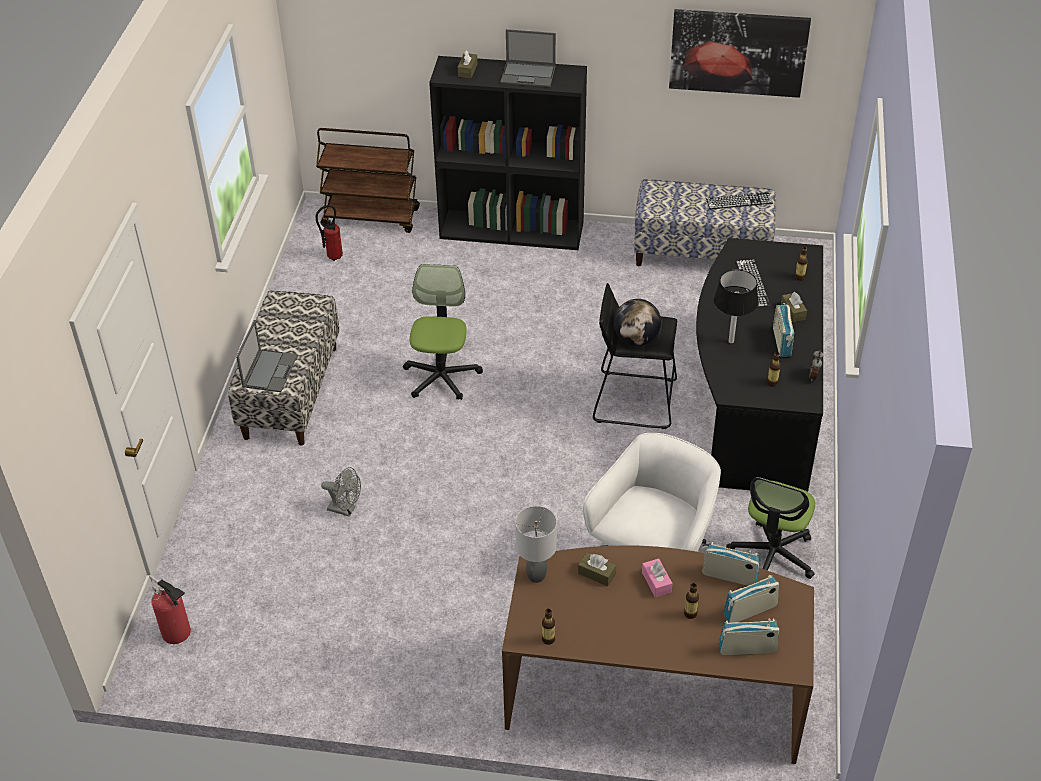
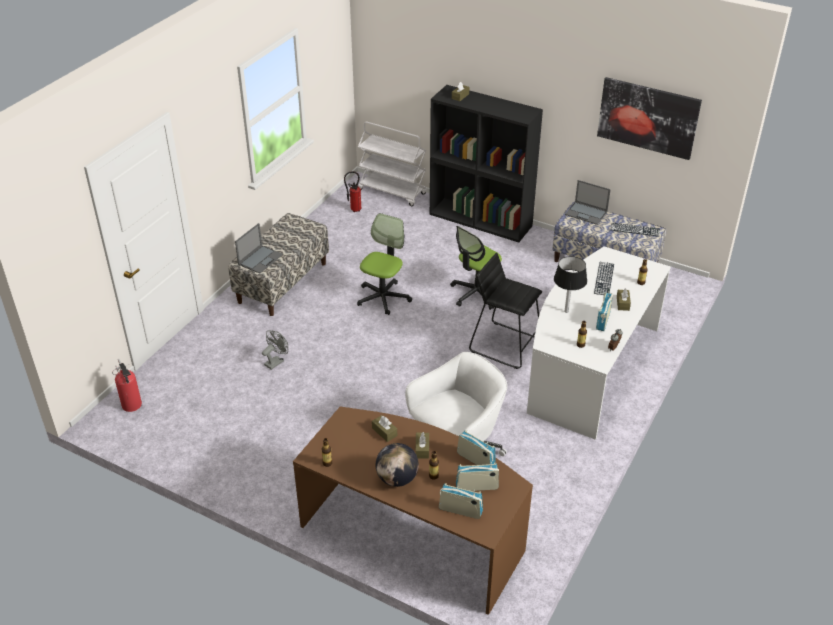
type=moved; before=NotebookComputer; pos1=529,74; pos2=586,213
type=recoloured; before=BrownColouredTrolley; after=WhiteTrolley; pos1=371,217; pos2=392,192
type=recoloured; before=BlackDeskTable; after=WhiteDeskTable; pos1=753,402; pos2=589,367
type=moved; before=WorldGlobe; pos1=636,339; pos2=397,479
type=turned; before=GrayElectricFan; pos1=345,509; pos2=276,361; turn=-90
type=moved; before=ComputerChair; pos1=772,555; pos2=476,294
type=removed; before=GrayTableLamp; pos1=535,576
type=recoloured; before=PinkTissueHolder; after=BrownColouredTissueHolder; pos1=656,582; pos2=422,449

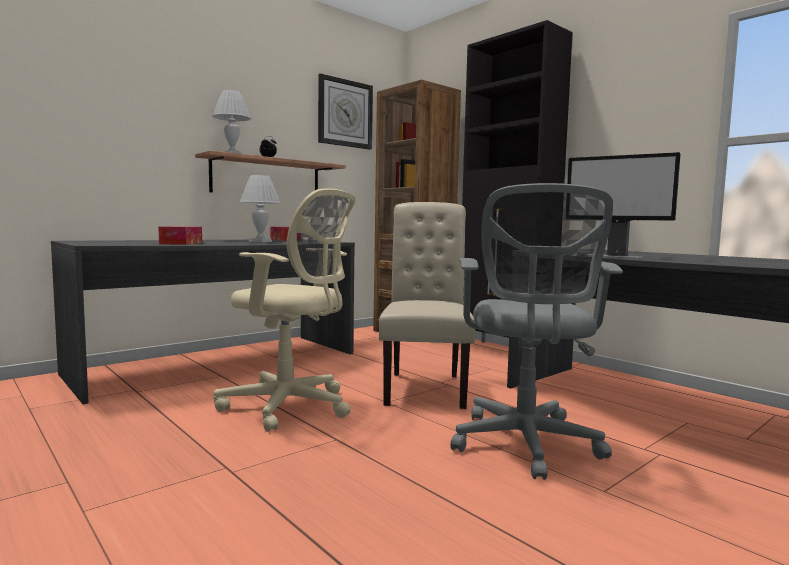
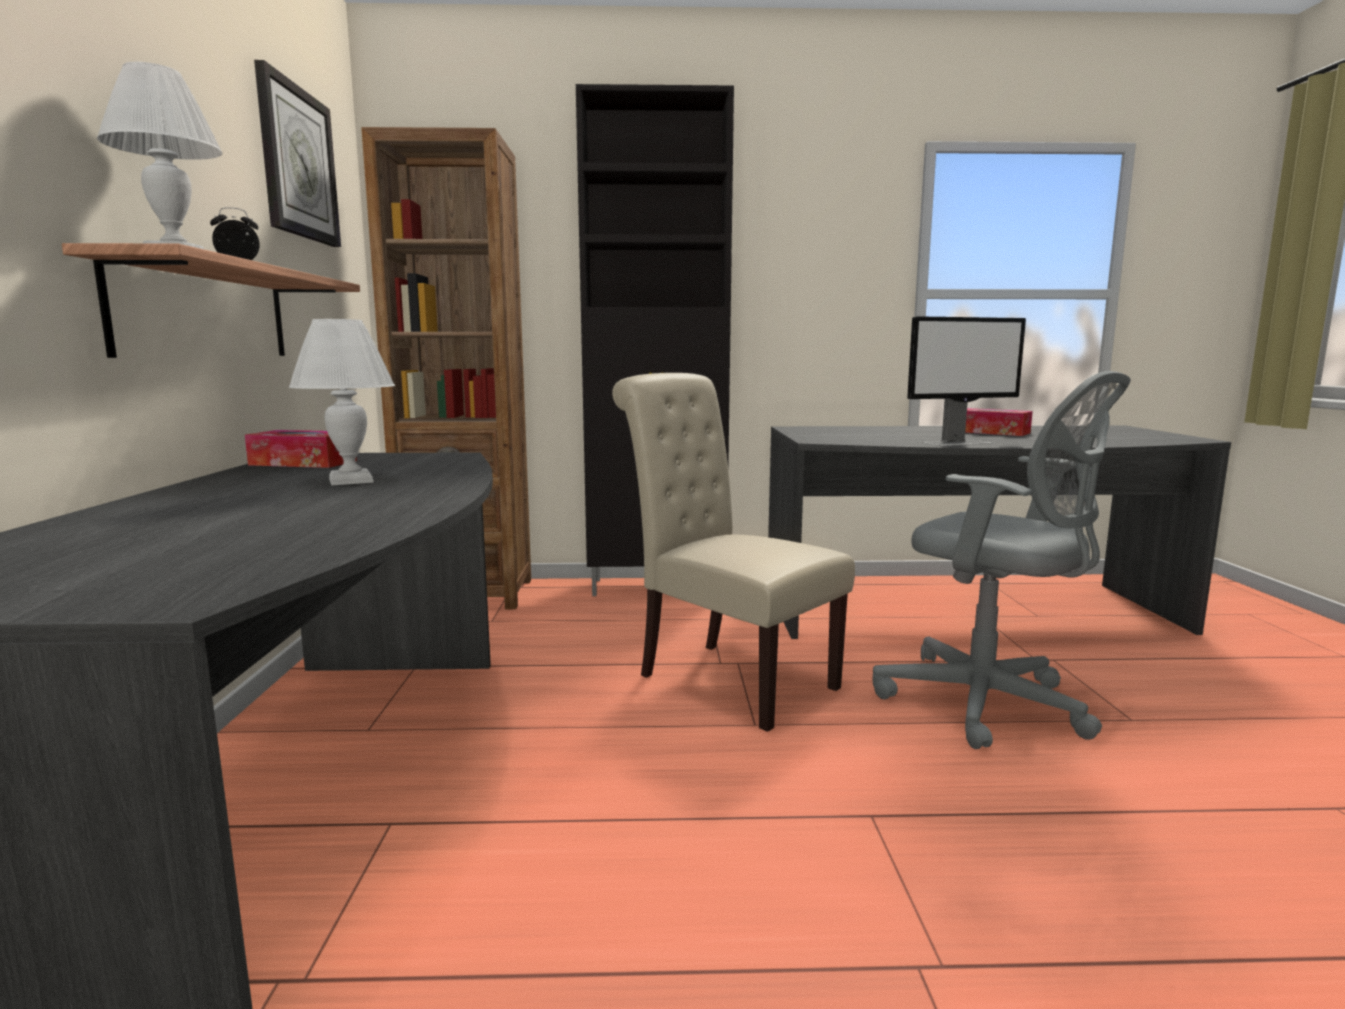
type=removed; before=BeigeComputerChair; pos1=291,407
type=moved; before=TissueHolder; pos1=181,243; pos2=992,432

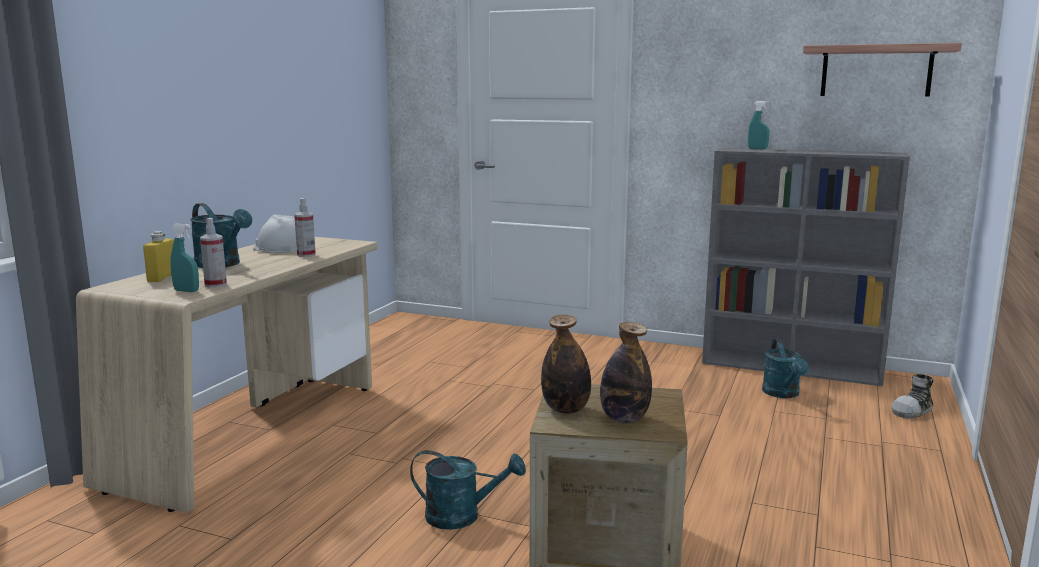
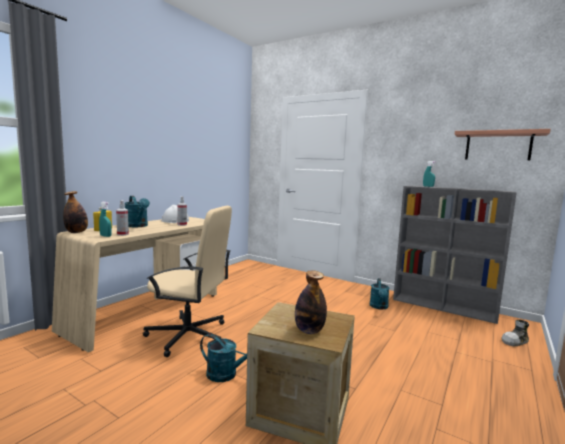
type=moved; before=DrinkBottle; pos1=566,409; pos2=76,232
type=moved; before=BlueGreenWateringPot; pos1=783,394; pos2=379,307
type=added; after=BeigeComputerChair; pos2=189,336

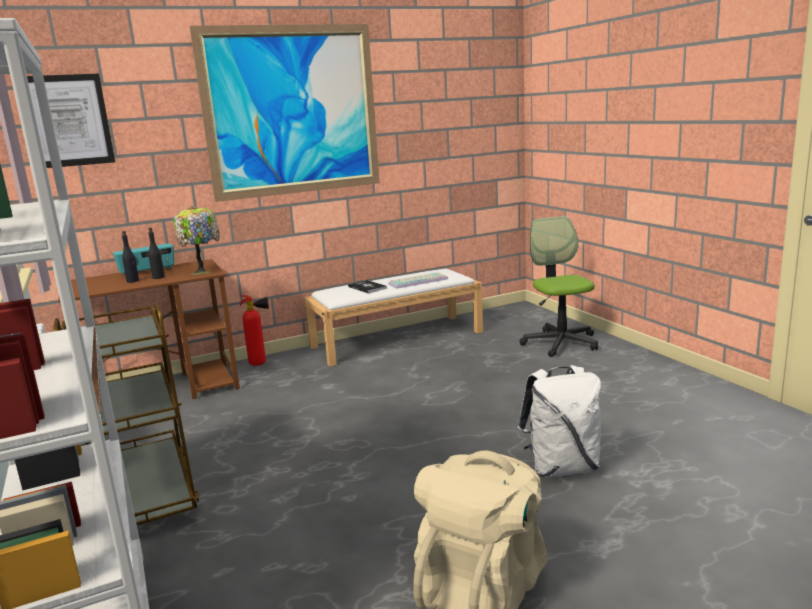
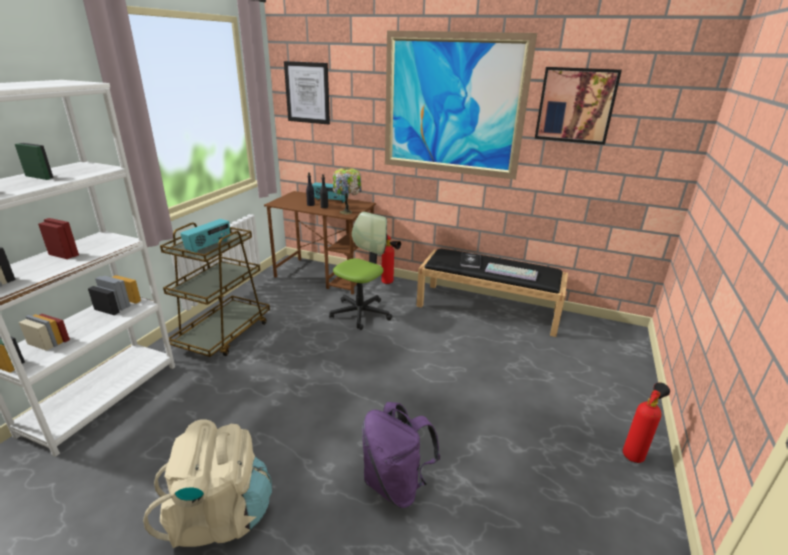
type=moved; before=ComputerChair; pos1=560,343; pos2=360,313
type=recoloured; before=WhiteLongSeat; after=BlackLongSeat; pos1=397,339; pos2=489,308
type=recoloured; before=WhiteRucksack; after=PurplishRucksack; pos1=561,467; pos2=396,485
type=added; after=WallArt; pos2=575,105
type=added; after=RadioSet; pos2=209,246
type=added; after=FireExtinguisher; pos2=634,454

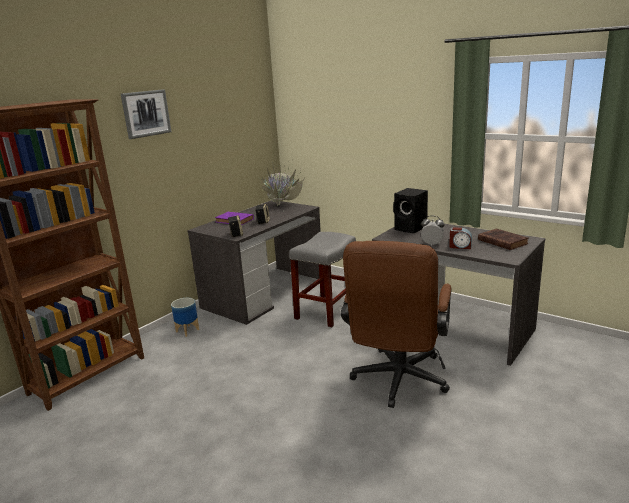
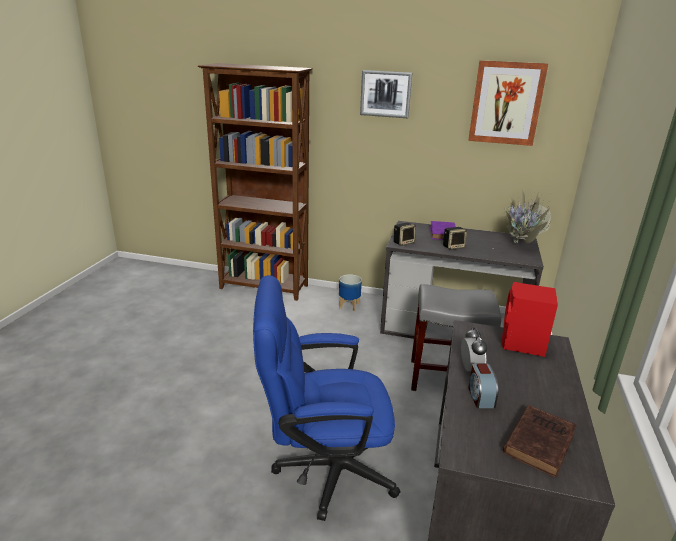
type=recoloured; before=BlackSpeaker; after=RedSpeaker; pos1=411,228; pos2=522,344
type=recoloured; before=BrownColouredComputerChair; after=BlueComputerChair; pos1=398,382; pos2=324,469
type=added; after=WallArt; pos2=506,103

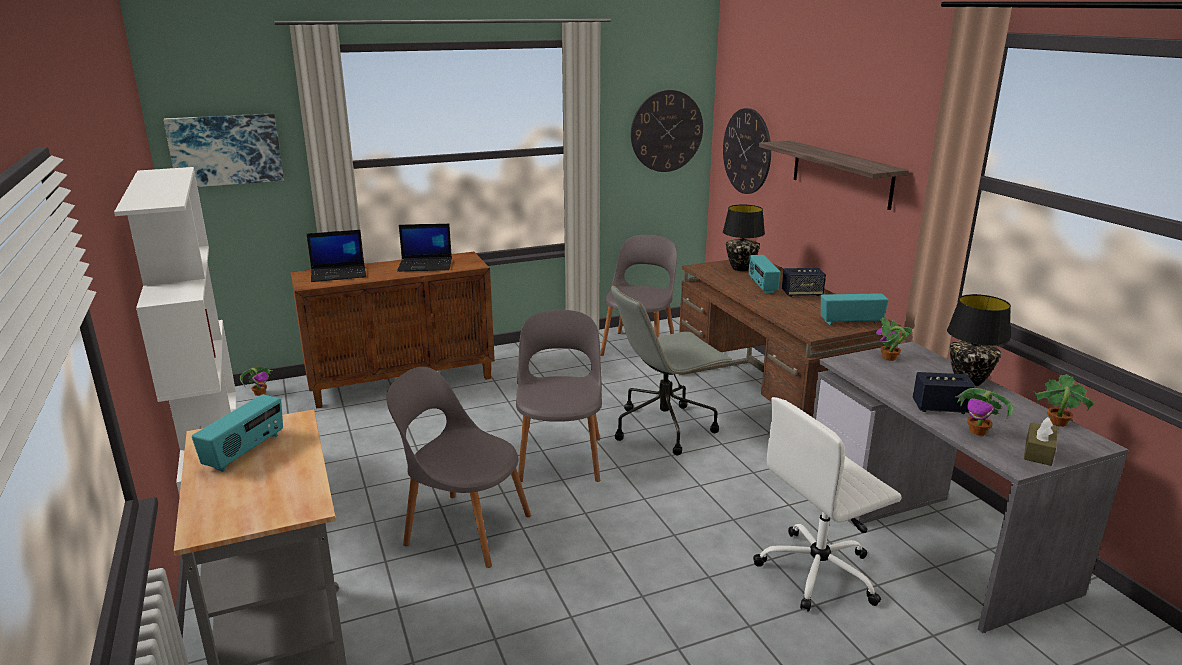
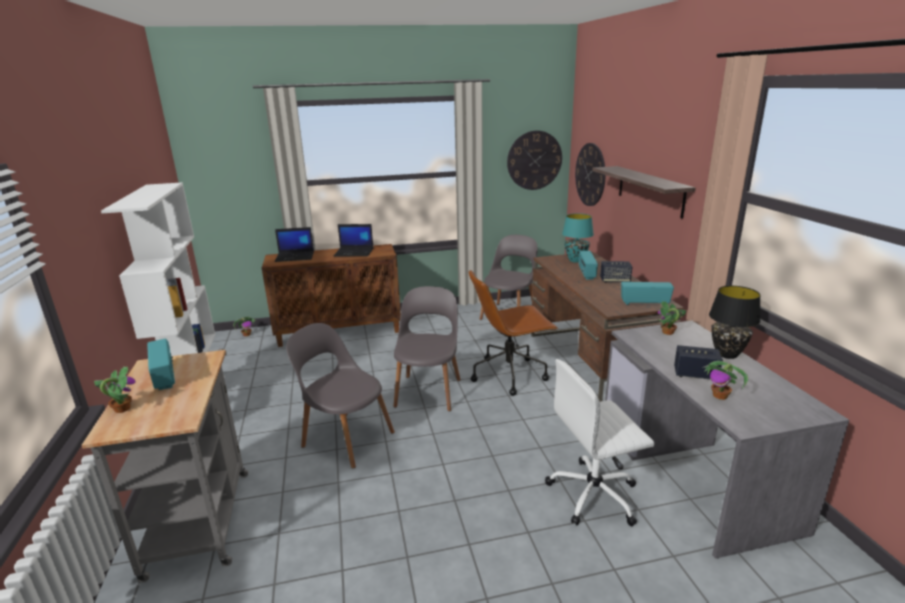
type=removed; before=WallArt; pos1=226,150
type=recoloured; before=BlackTableLamp; after=BlueGreenTableLamp; pos1=740,268; pos2=575,260
type=recoloured; before=GrayComputerChair; after=BrownColouredComputerChair; pos1=665,427; pos2=510,374
type=moved; before=Houseplant; pos1=1056,422; pos2=122,409
type=turned; before=RadioSet; pos1=245,452; pos2=165,377; turn=-60
type=removed; before=BrownColouredTissueHolder; pos1=1038,452

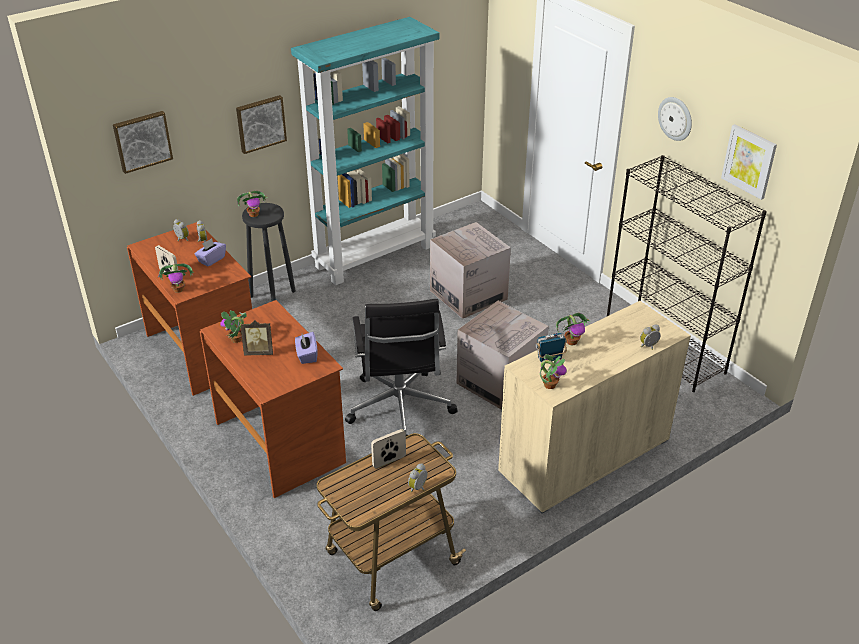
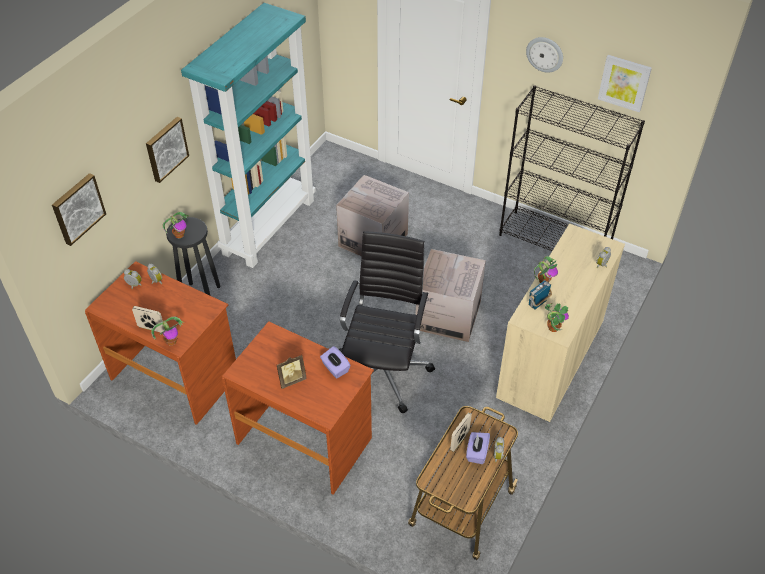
type=moved; before=PurplishTissueHolder; pos1=211,259; pos2=477,453
type=turned; before=BlackComputerChair; pos1=399,409; pos2=384,370; turn=-135
type=removed; before=Houseplant; pos1=236,339

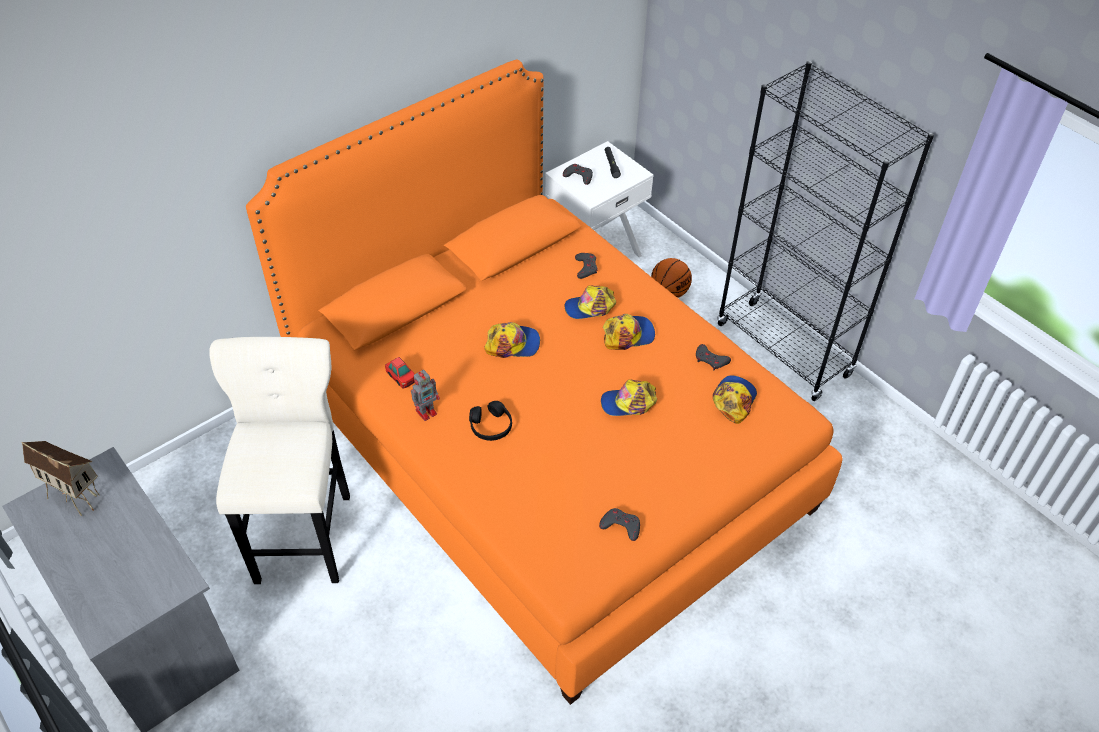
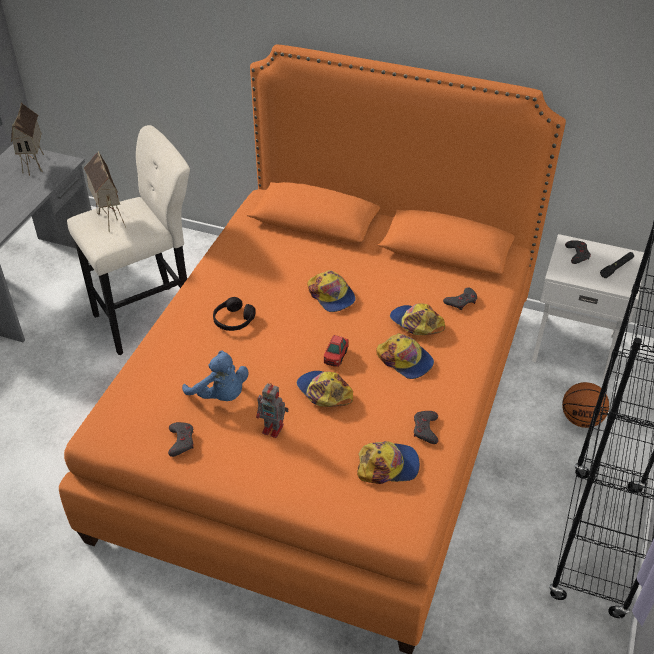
type=moved; before=ModelCar; pos1=401,377; pos2=335,356
type=moved; before=ToyRobot; pos1=427,411; pos2=274,429
type=added; after=ToyHouse; pos2=109,218
type=added; after=BlueSoftToy; pos2=220,395

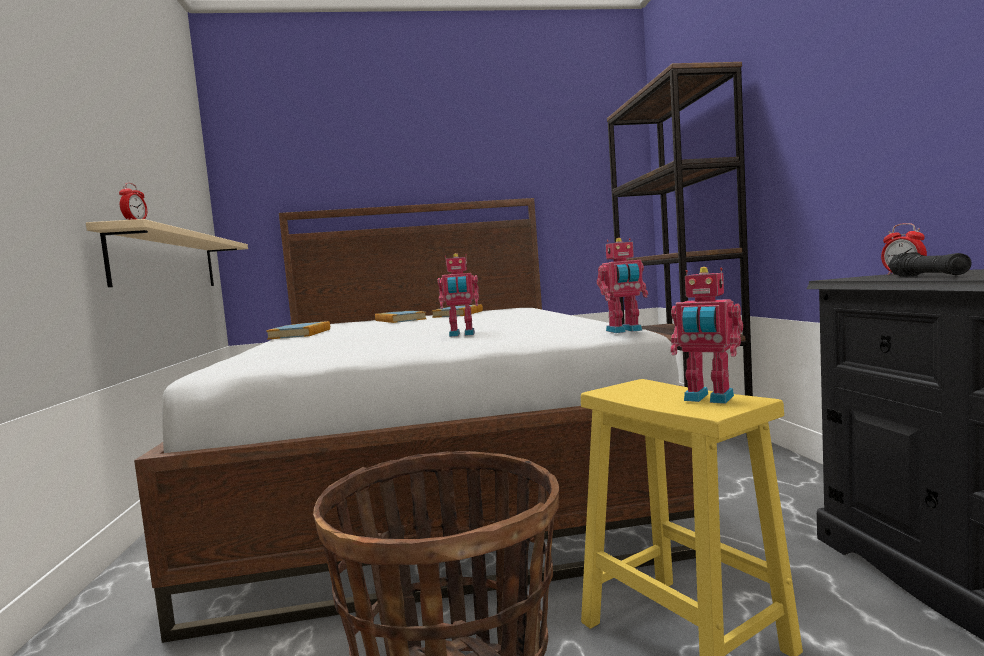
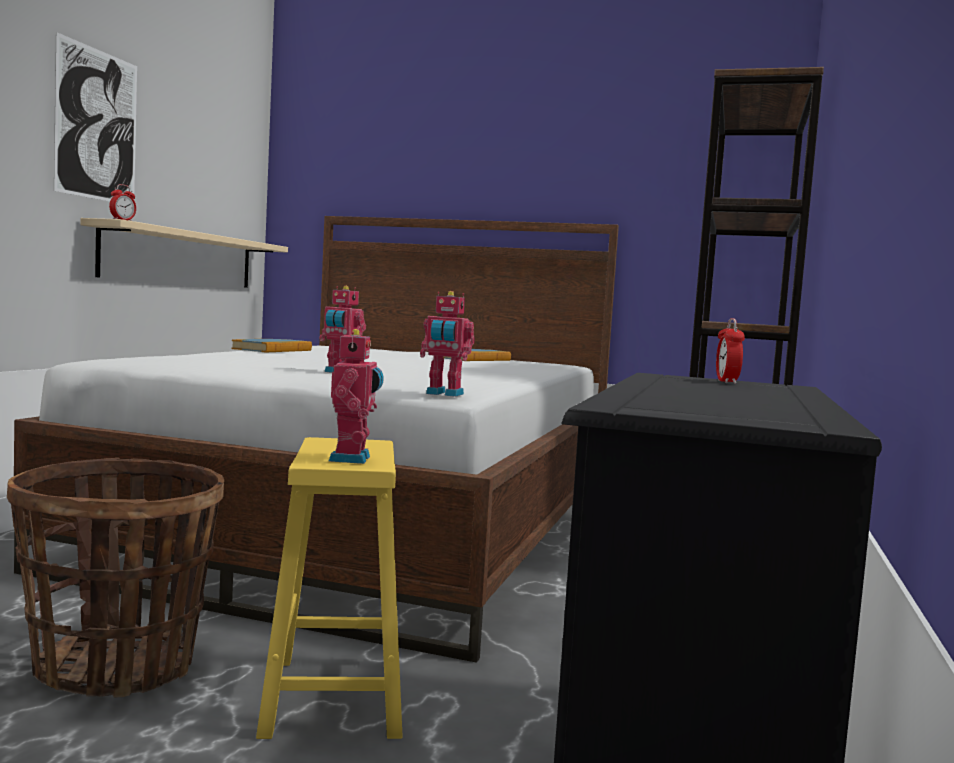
type=removed; before=BlackFlashlight; pos1=927,276
type=turned; before=ToyRobot; pos1=708,399; pos2=353,459; turn=-150
type=removed; before=Volume; pos1=400,320
type=added; after=WallArt; pos2=97,125

